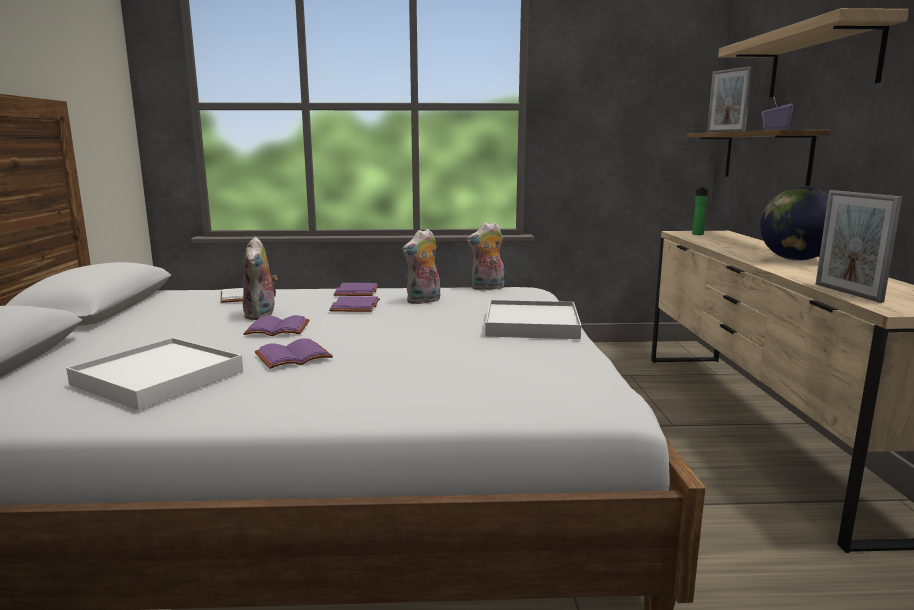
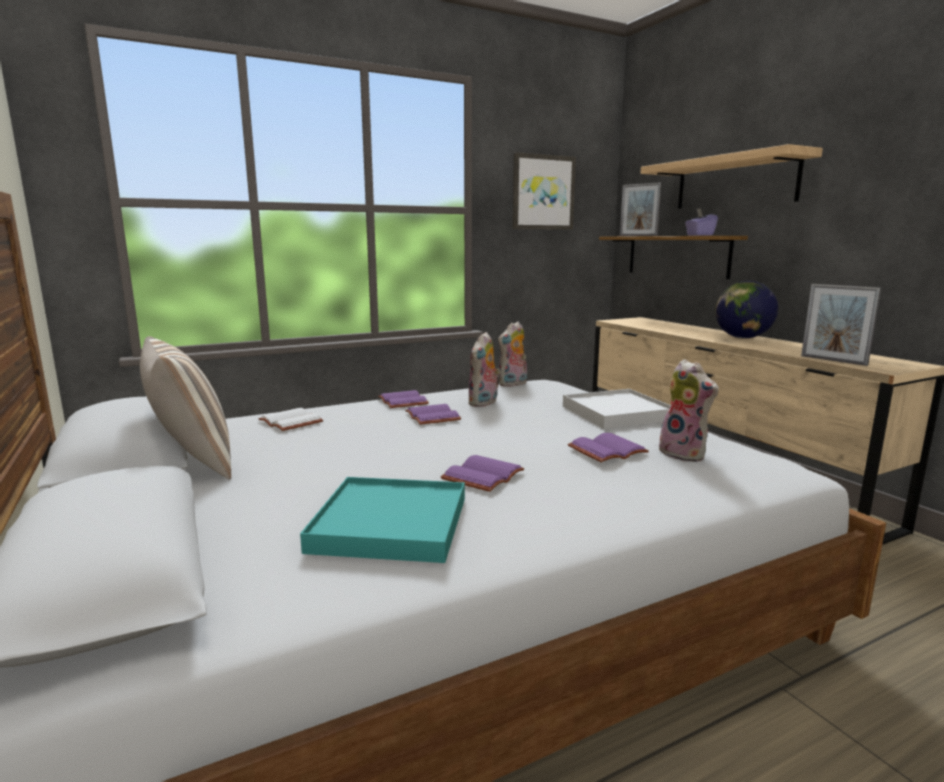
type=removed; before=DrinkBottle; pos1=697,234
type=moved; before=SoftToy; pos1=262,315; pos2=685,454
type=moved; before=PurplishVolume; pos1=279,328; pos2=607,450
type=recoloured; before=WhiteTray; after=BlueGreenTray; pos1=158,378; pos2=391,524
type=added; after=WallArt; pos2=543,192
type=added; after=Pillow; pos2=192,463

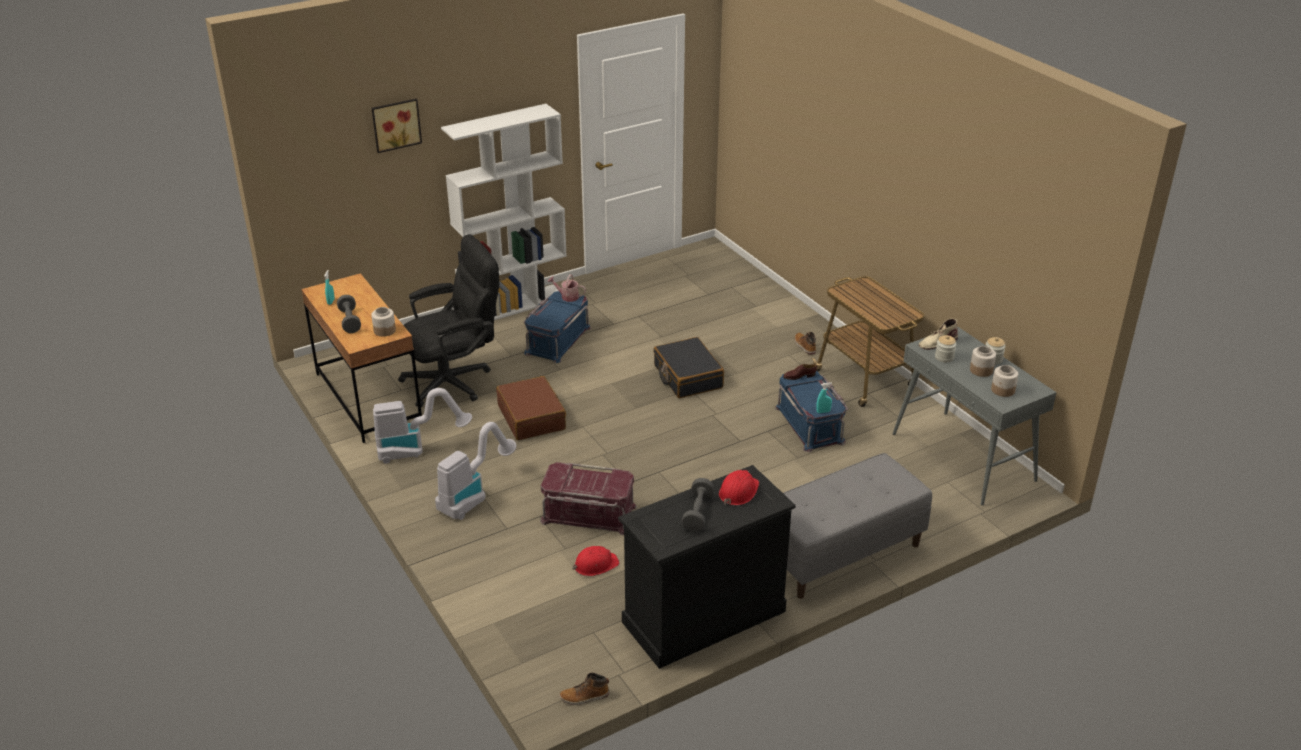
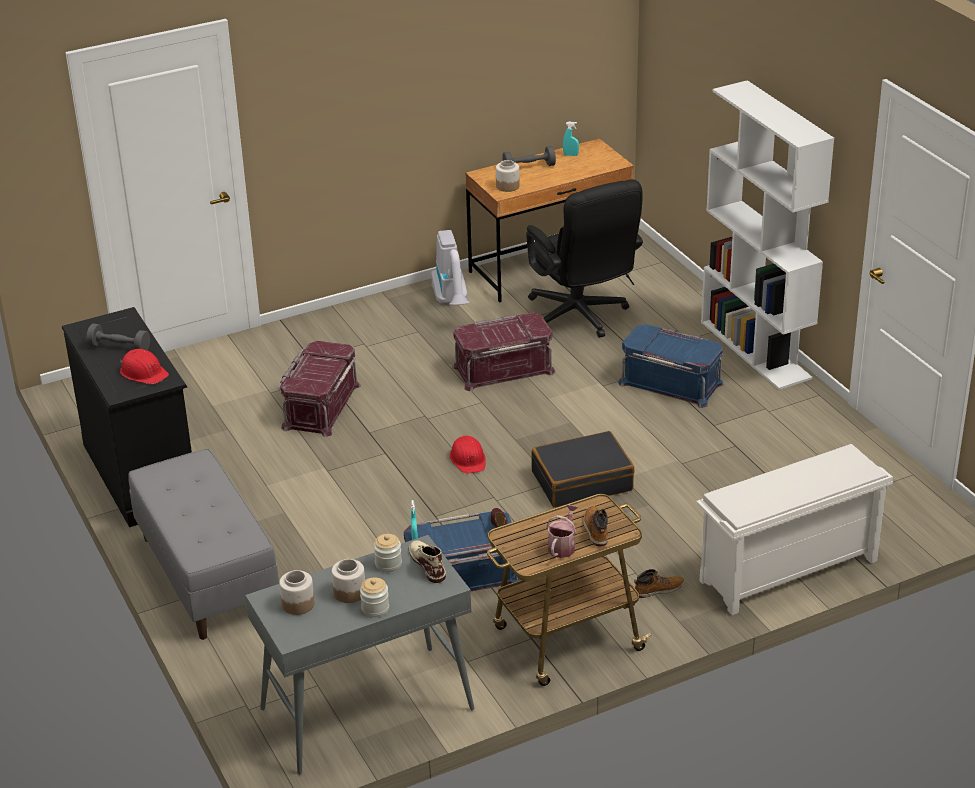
type=removed; before=WallArt; pos1=395,124
type=moved; before=WateringPot; pos1=567,297; pos2=562,546
type=replaced; before=BrownColouredSuitcase; after=RedStorageBin; pos1=532,417; pos2=503,368
type=removed; before=Vacuum; pos1=474,495
type=moved; before=RedHardHat; pos1=595,564; pos2=468,459
type=moved; before=HighTopBoot; pos1=584,697; pos2=595,530
type=added; after=WhiteShoeStand; pos2=787,572

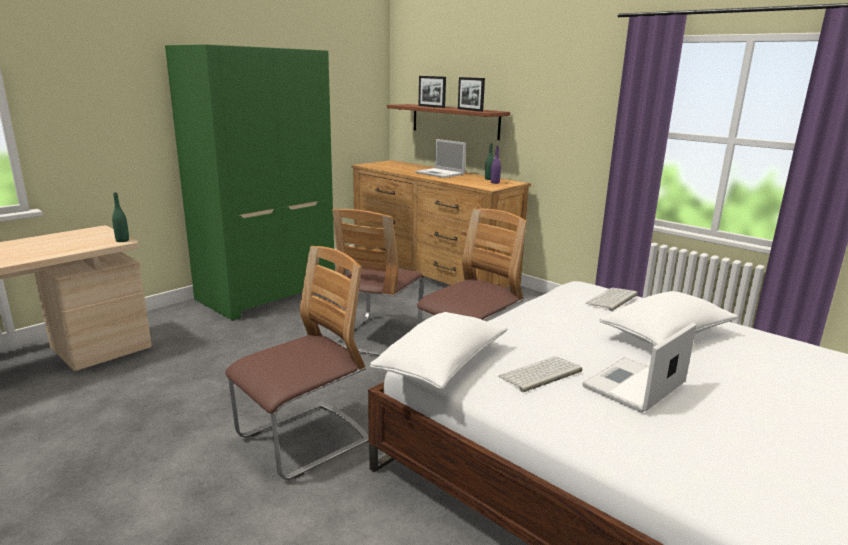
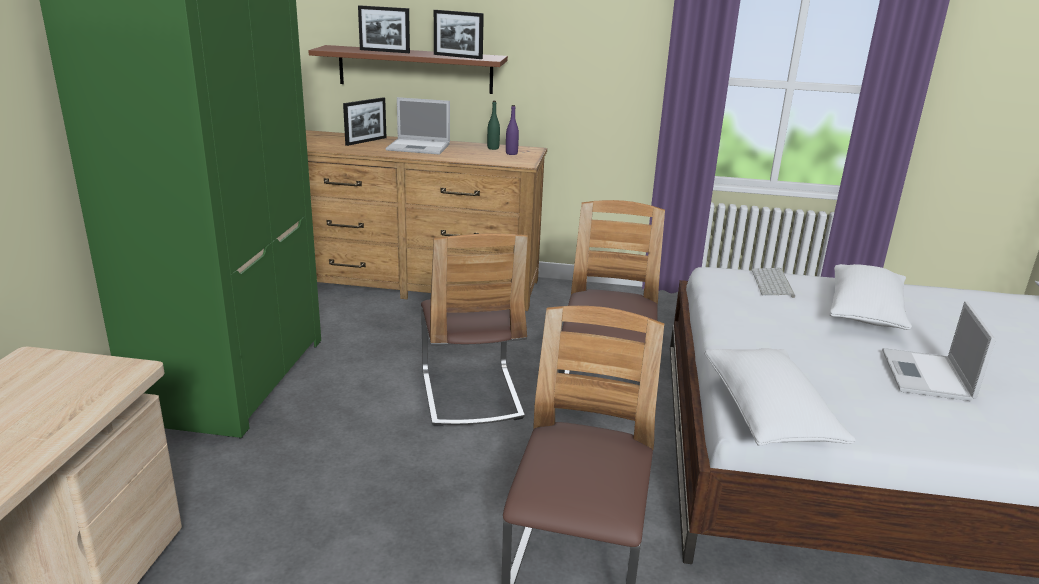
type=removed; before=GreenDrinkBottle; pos1=122,240
type=removed; before=Keyboard; pos1=540,374
type=added; after=StandingFrame; pos2=366,141

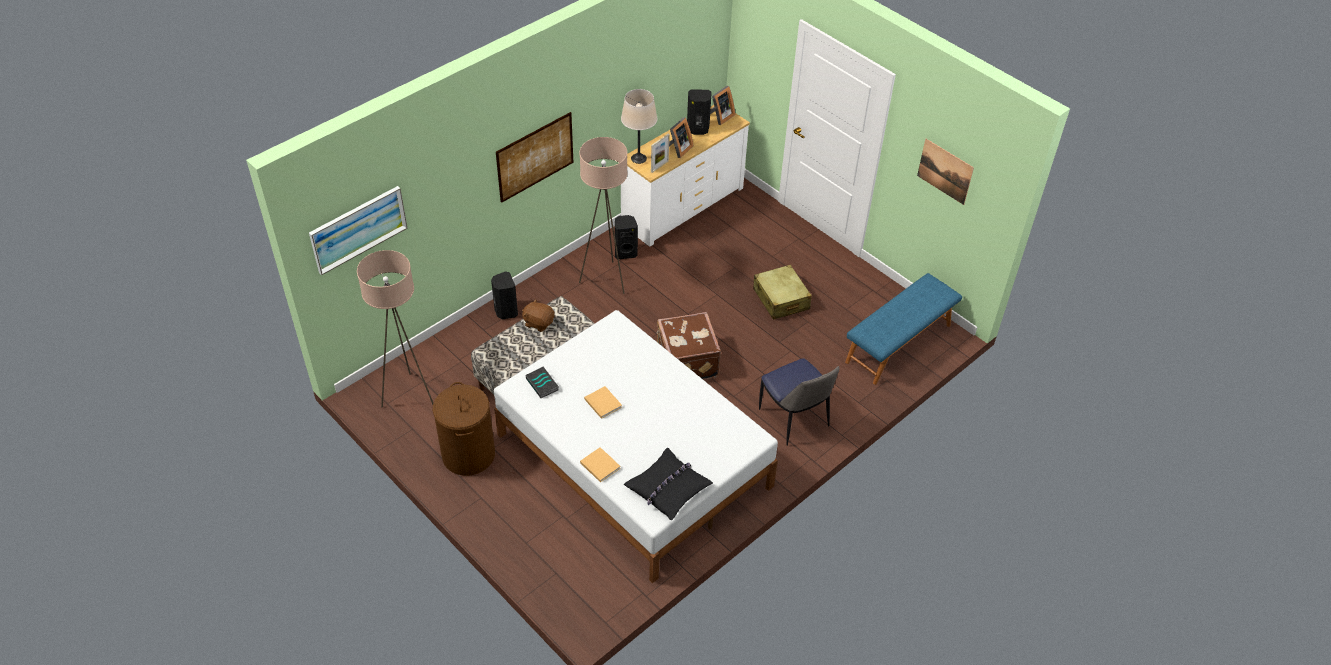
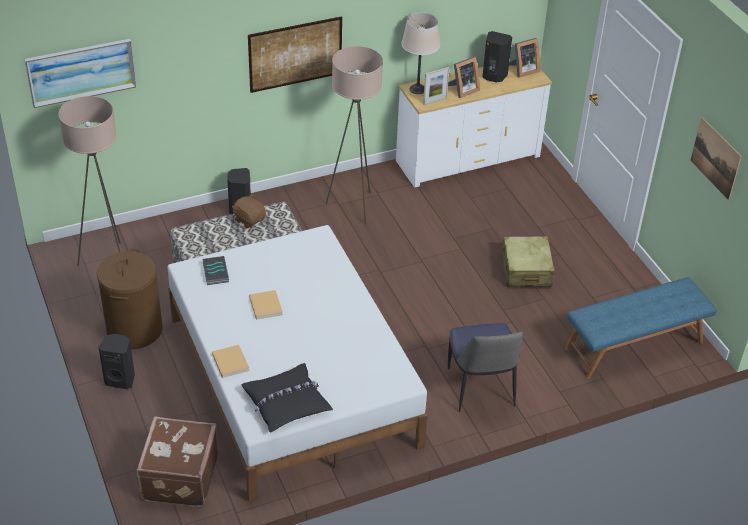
type=moved; before=BlackSpeaker; pos1=625,252; pos2=121,379
type=moved; before=BrownColouredSuitcase; pos1=686,362; pos2=178,478

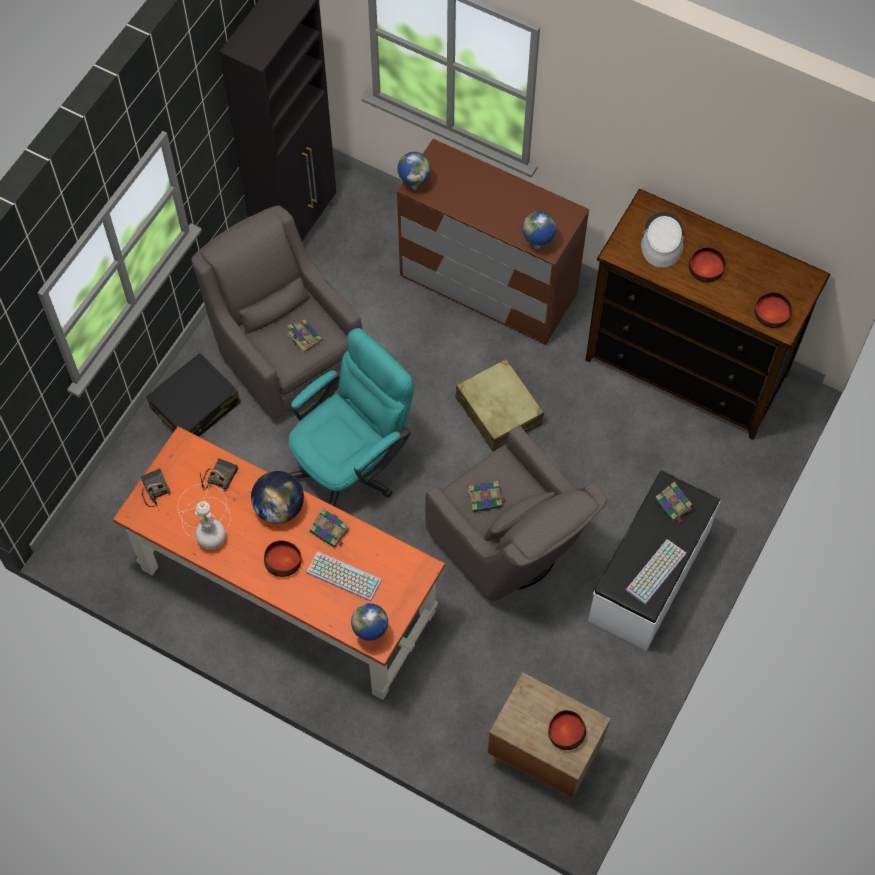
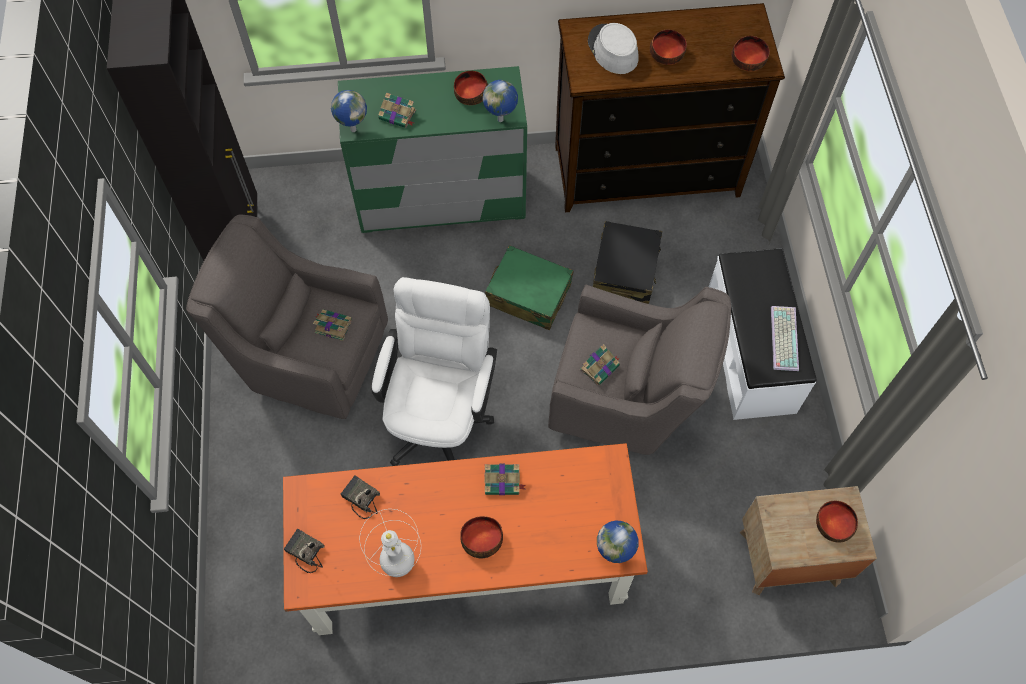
type=recoloured; before=BrownColouredChestOfDrawers; after=GreenChestOfDrawers; pos1=488,286; pos2=441,199
type=recoloured; before=BlueGreenComputerChair; after=WhiteComputerChair; pos1=352,465; pos2=440,416
type=moved; before=BlackSuitcase; pos1=196,406; pos2=625,269
type=recoloured; before=BeigeSuitcase; after=GreenSuitcase; pos1=498,411; pos2=528,294
type=turned; before=RadioSet; pos1=220,477; pos2=360,499; turn=-45
type=removed; before=WorldGlobe; pos1=279,508
type=moved; before=Volume; pos1=673,505; pos2=398,115
type=removed; before=Keyboard; pos1=342,577
type=added; after=Bowl; pos2=471,93

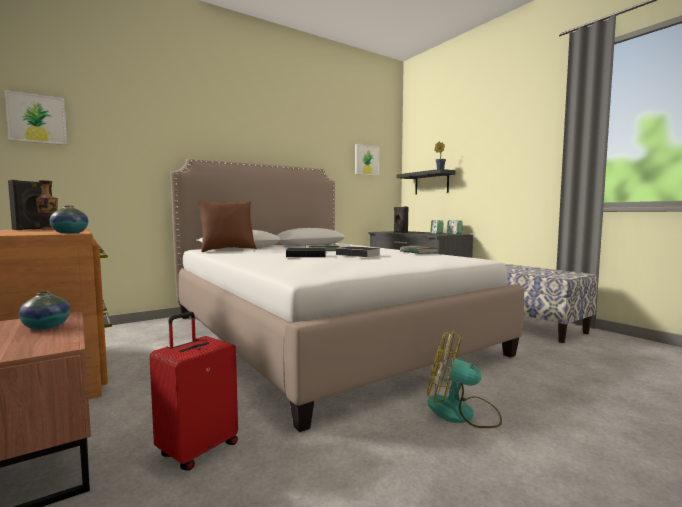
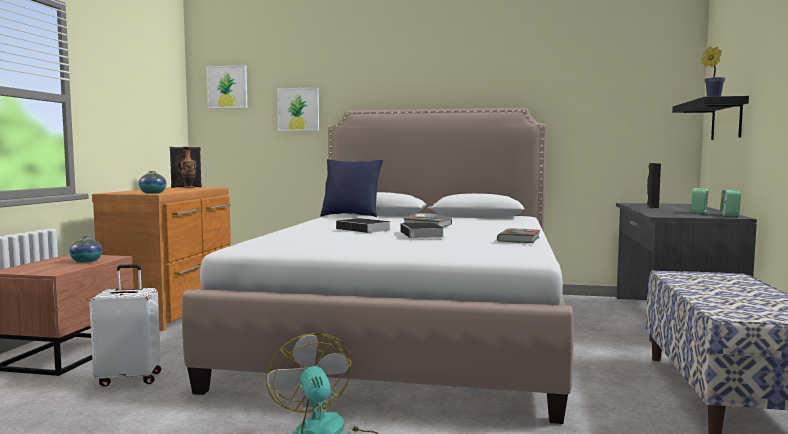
type=moved; before=WallArt; pos1=366,160; pos2=298,109
type=recoloured; before=BrownColouredPillow; after=BluePillow; pos1=227,250; pos2=351,216
type=recoloured; before=RedSuitcase; after=WhiteSuitcase; pos1=197,450; pos2=130,378

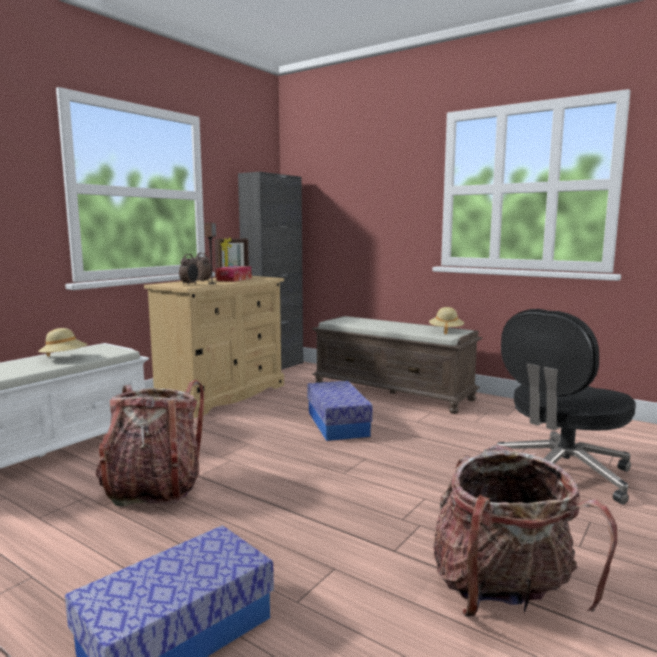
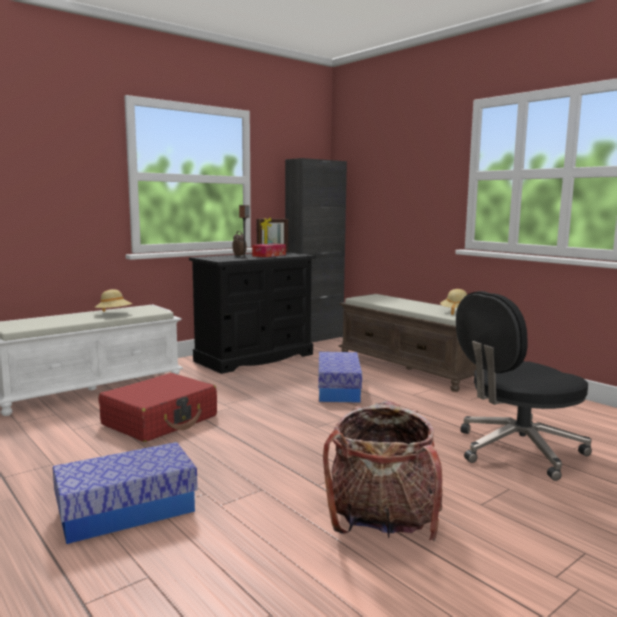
type=removed; before=AlarmClock; pos1=190,284
type=recoloured; before=BeigeChestOfDrawers; after=BlackChestOfDrawers; pos1=222,395; pos2=255,358
type=replaced; before=Rucksack; after=RedSuitcase; pos1=153,488; pos2=161,420

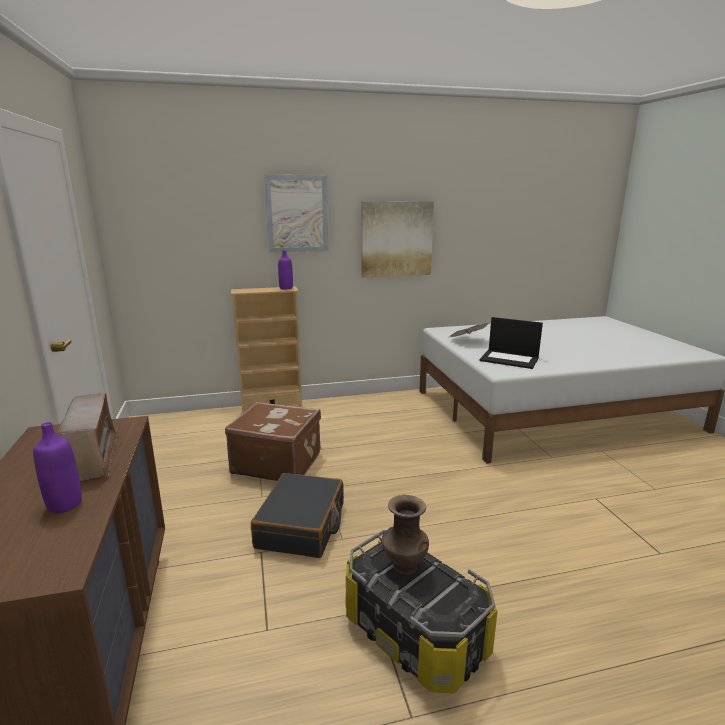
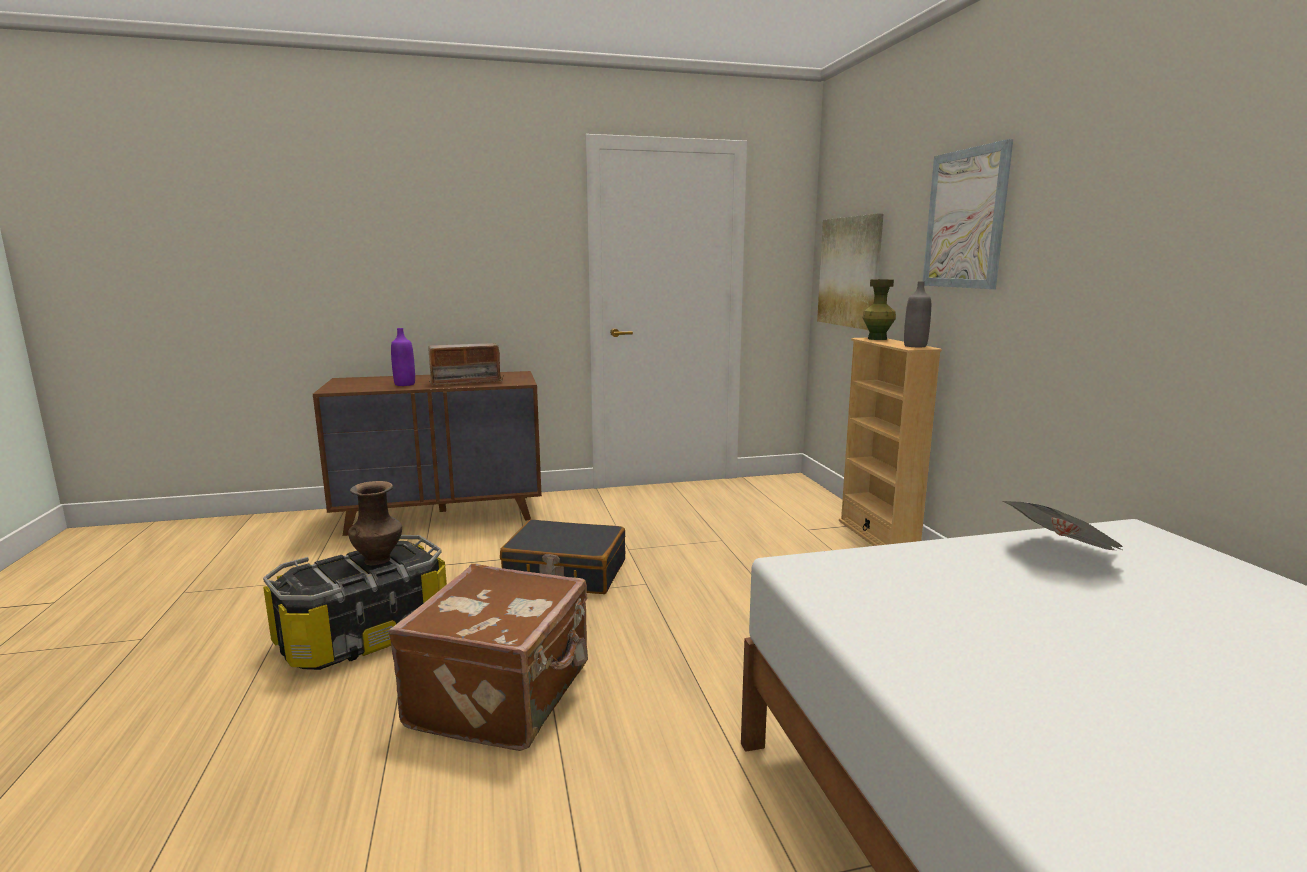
type=moved; before=WallArt; pos1=396,239; pos2=850,272
type=recoloured; before=PurplishDrinkBottle; after=GrayDrinkBottle; pos1=286,288; pos2=915,346
type=removed; before=NotebookComputer; pos1=510,359
type=moved; before=BrownColouredSuitcase; pos1=277,463; pos2=504,696
type=added; after=GreenDecorativeVase; pos2=877,339

